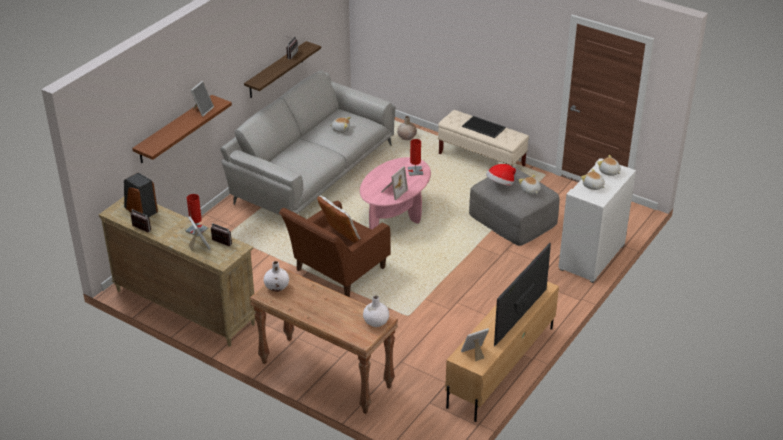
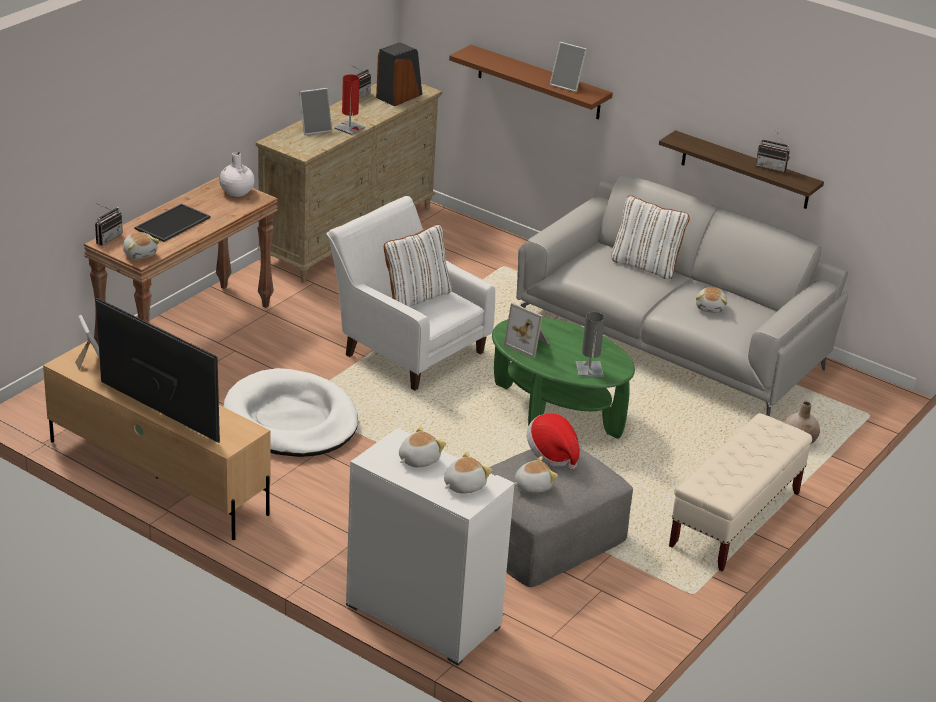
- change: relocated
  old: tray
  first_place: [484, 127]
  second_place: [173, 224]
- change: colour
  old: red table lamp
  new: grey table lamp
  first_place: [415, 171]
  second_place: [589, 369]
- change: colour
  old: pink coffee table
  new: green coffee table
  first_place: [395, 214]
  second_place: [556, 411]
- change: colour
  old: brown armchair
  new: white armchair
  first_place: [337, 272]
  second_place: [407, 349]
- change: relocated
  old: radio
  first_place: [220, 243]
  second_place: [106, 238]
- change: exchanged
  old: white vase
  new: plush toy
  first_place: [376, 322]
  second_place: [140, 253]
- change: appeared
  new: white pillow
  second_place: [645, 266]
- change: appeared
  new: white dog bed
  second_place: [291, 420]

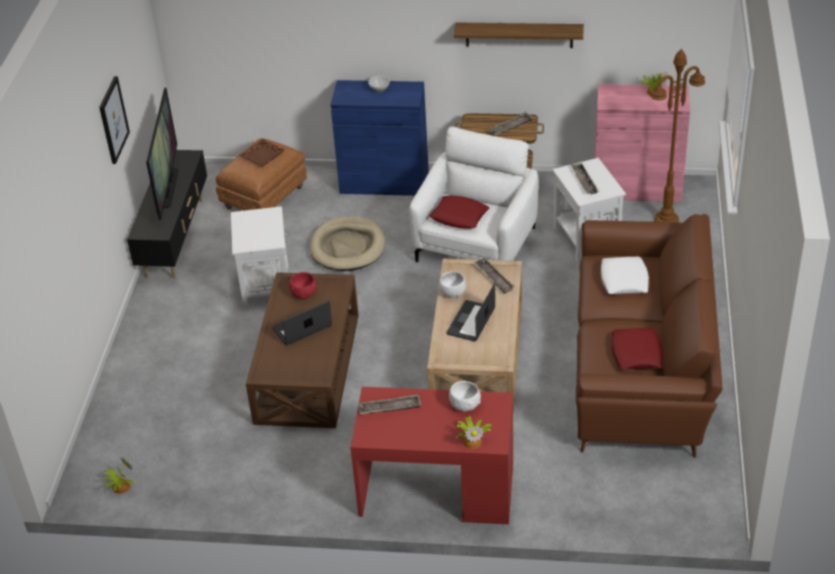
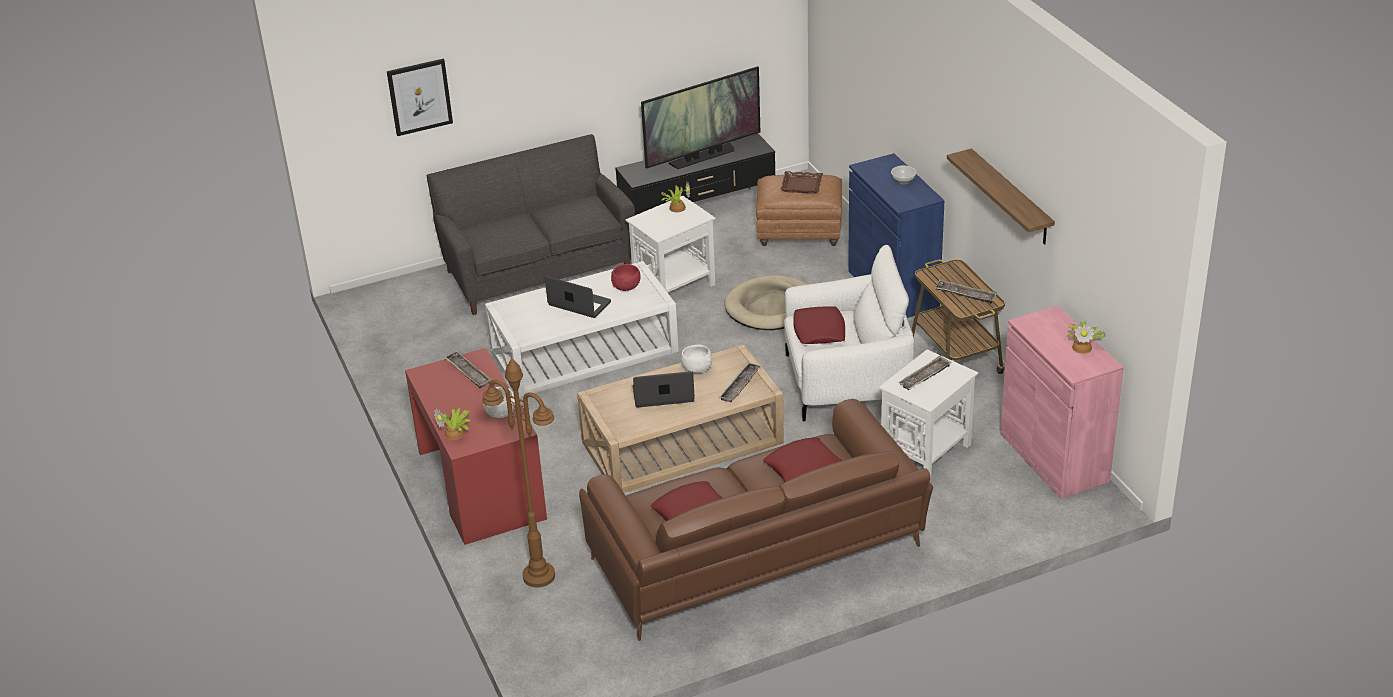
- change: relocated
  old: brown floor lamp
  first_place: [666, 221]
  second_place: [538, 576]
- change: relocated
  old: picture
  first_place: [113, 120]
  second_place: [419, 96]
- change: colour
  old: white pillow
  new: red pillow
  first_place: [624, 280]
  second_place: [802, 467]
- change: colour
  old: brown coffee table
  new: white coffee table
  first_place: [306, 368]
  second_place: [584, 351]
- change: relocated
  old: potted plant
  first_place: [120, 487]
  second_place: [676, 207]
- change: appeared
  new: grey sofa
  second_place: [537, 270]

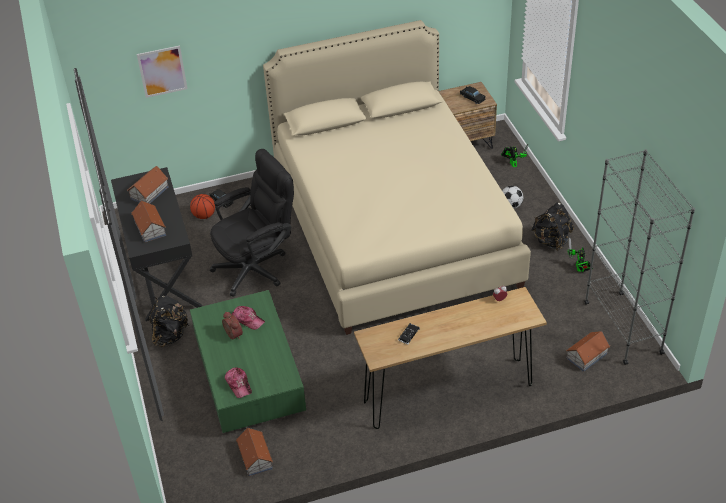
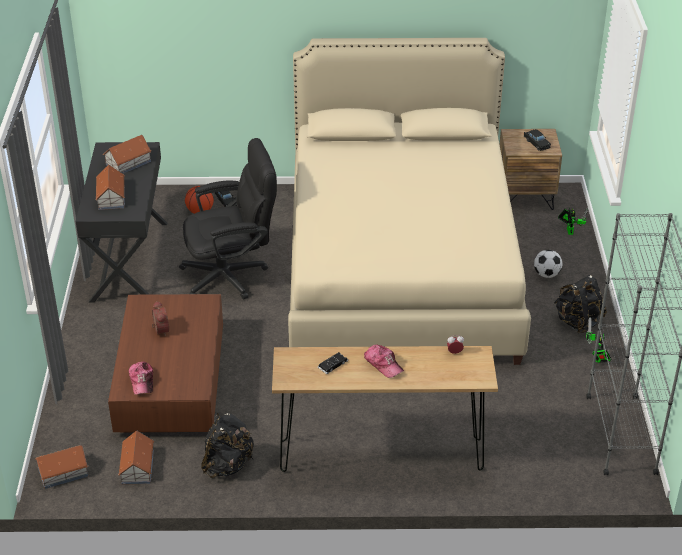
- change: missing
  old: picture
  first_place: [162, 71]
- change: colour
  old: green coffee table
  new: brown coffee table
  first_place: [249, 374]
  second_place: [171, 381]
- change: relocated
  old: black backpack
  first_place: [170, 335]
  second_place: [227, 465]
- change: relocated
  old: cap
  first_place: [248, 320]
  second_place: [383, 364]
- change: relocated
  old: toy house
  first_place: [586, 356]
  second_place: [62, 472]

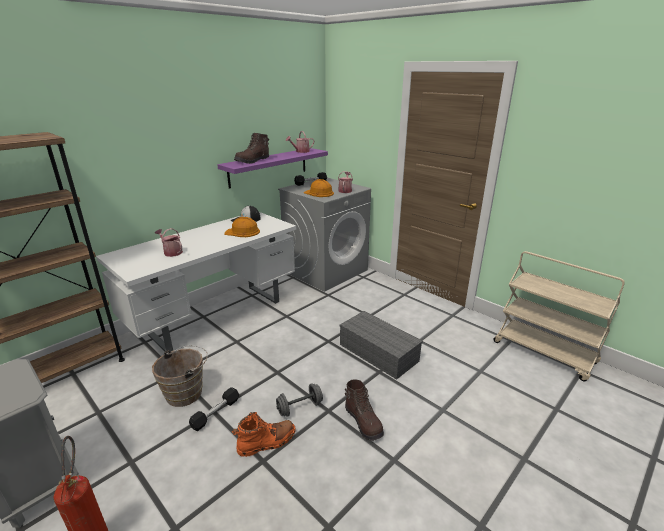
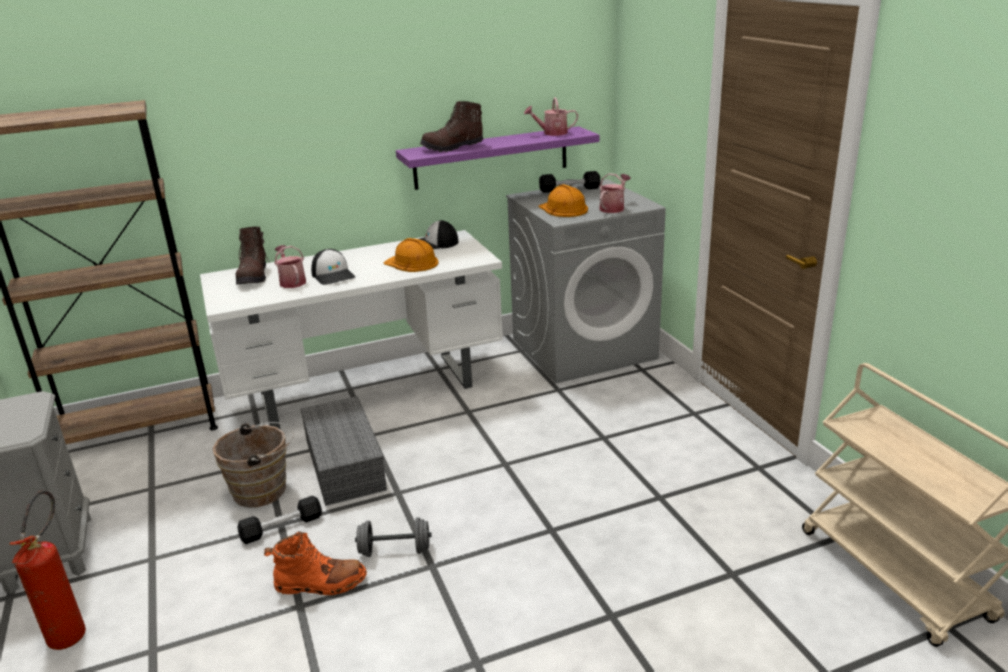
- change: relocated
  old: grey storage box
  first_place: [377, 352]
  second_place: [343, 463]
- change: relocated
  old: brown boot
  first_place: [364, 422]
  second_place: [254, 276]
- change: appeared
  new: cap
  second_place: [333, 275]

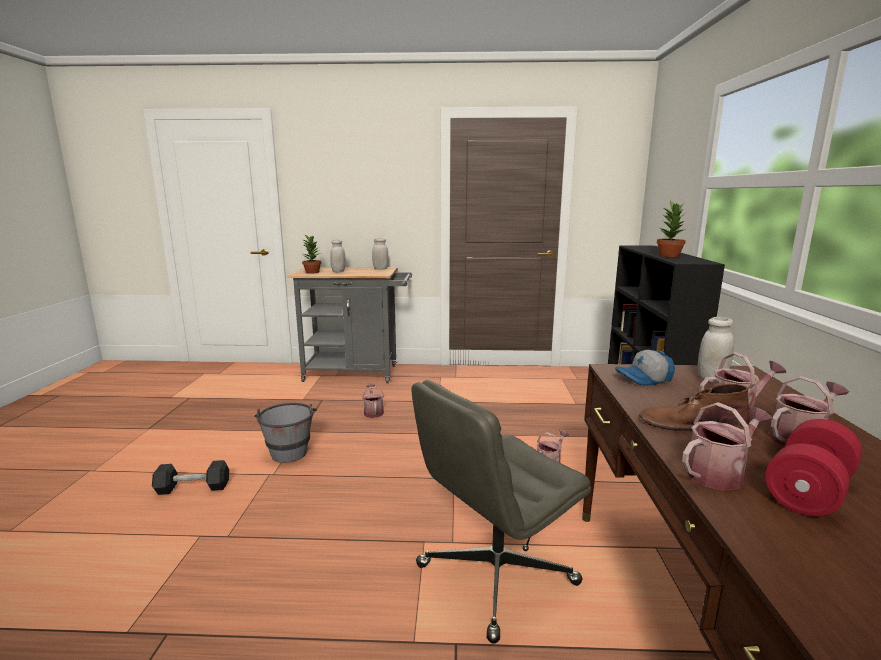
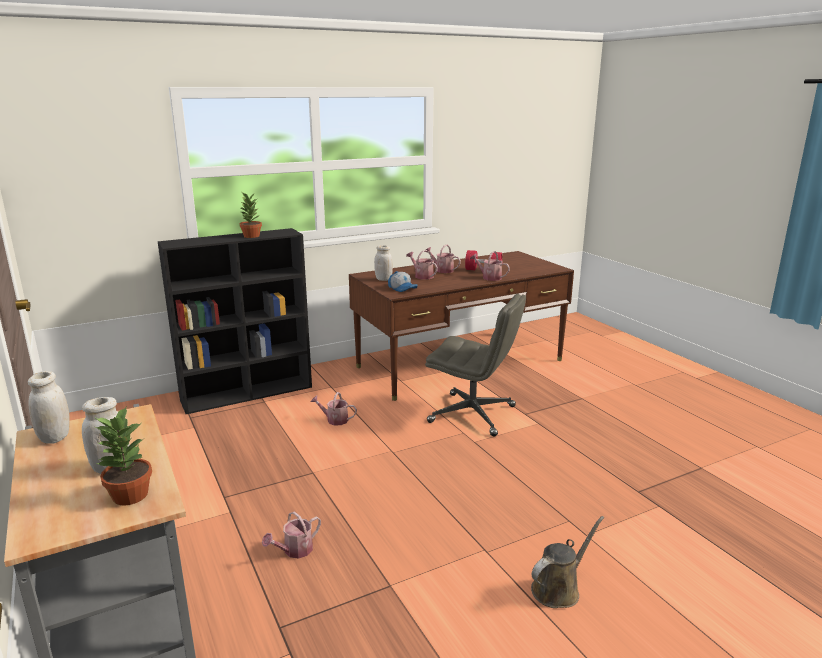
- change: missing
  old: brown boot
  first_place: [691, 425]
- change: missing
  old: grey bucket
  first_place: [289, 450]
- change: exchanged
  old: black dumbbell
  new: brown watering can
  first_place: [193, 488]
  second_place: [558, 589]

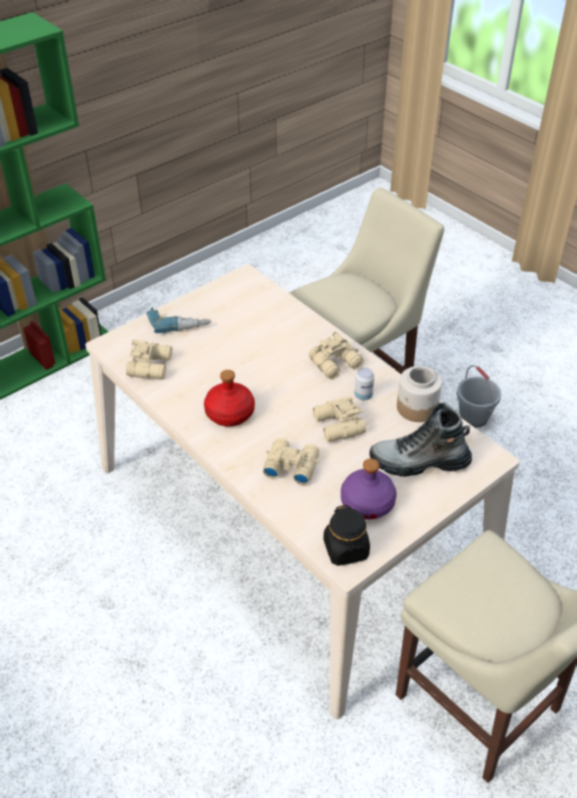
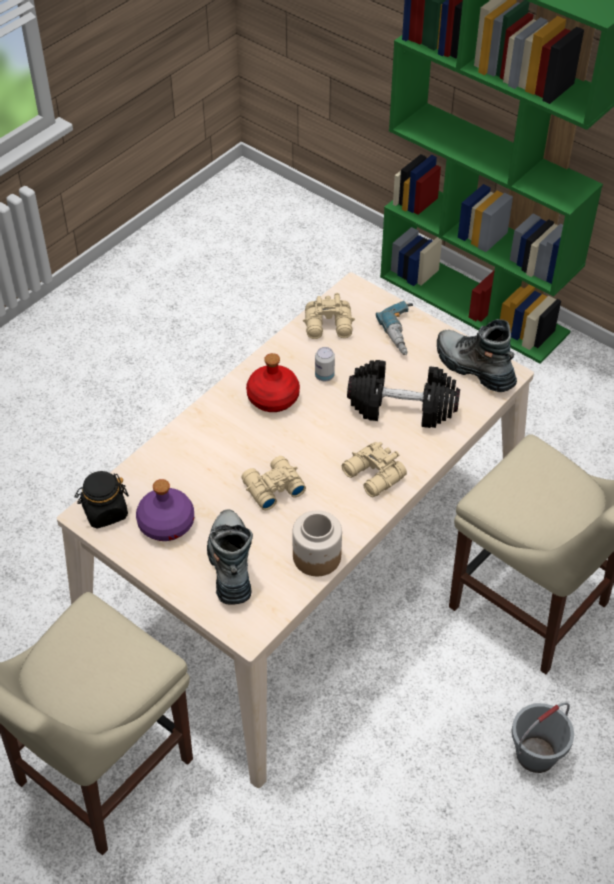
- change: relocated
  old: can
  first_place: [363, 395]
  second_place: [324, 376]
- change: missing
  old: beige binoculars
  first_place: [290, 465]
- change: appeared
  new: boot
  second_place: [474, 368]
- change: appeared
  new: black dumbbell
  second_place: [402, 407]

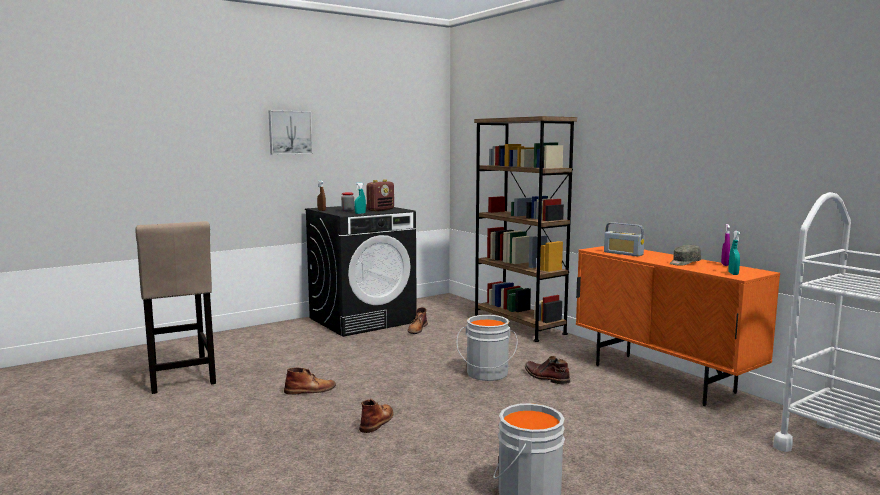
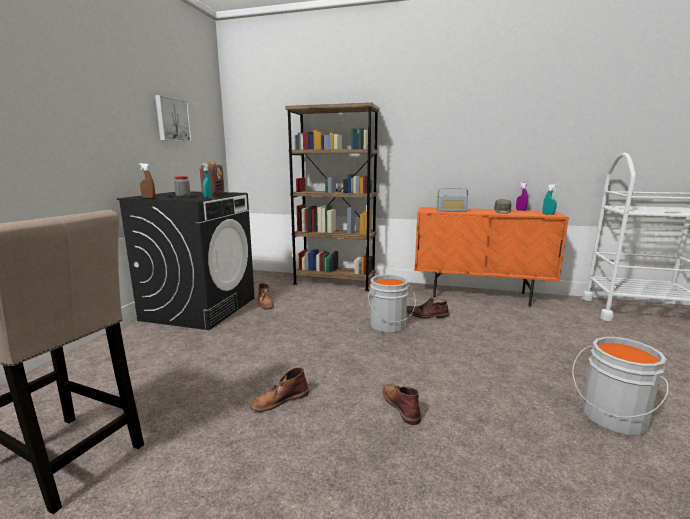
- change: relocated
  old: picture
  first_place: [290, 132]
  second_place: [172, 120]
- change: spun
  old: brown boot
  first_place: [311, 390]
  second_place: [279, 400]
  degrees: -150

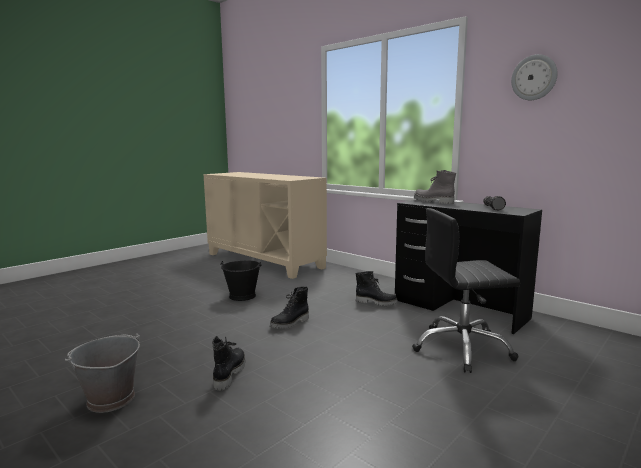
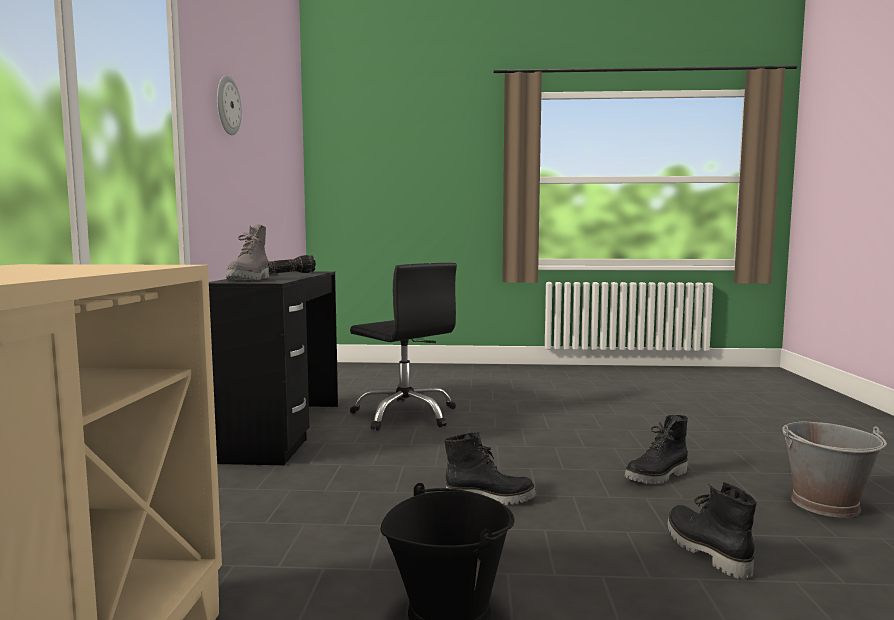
- change: relocated
  old: black boot
  first_place: [376, 302]
  second_place: [705, 551]

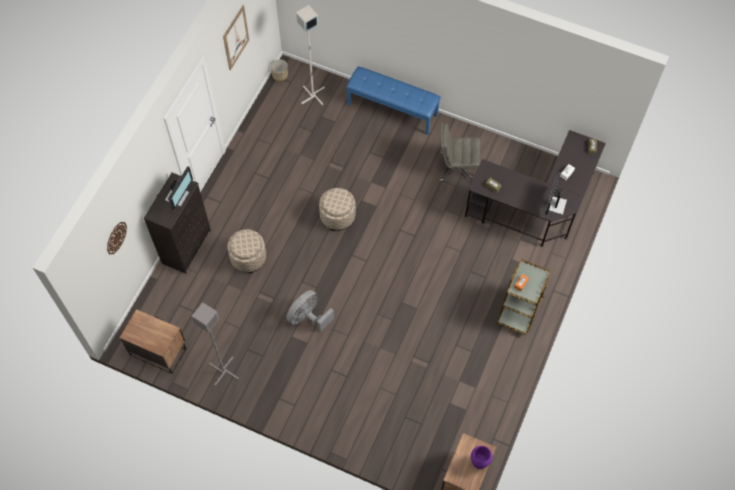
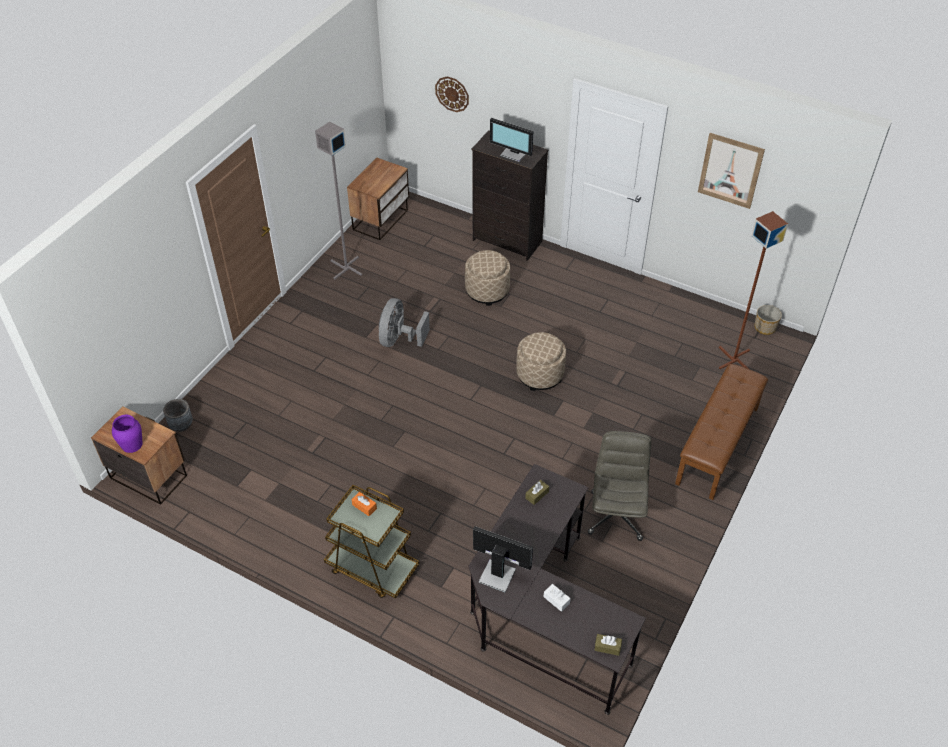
- change: colour
  old: grey floor lamp
  new: brown floor lamp
  first_place: [312, 95]
  second_place: [734, 359]
- change: colour
  old: blue bench
  new: brown bench
  first_place: [392, 109]
  second_place: [718, 445]
- change: spun
  old: grey fan
  first_place: [308, 317]
  second_place: [399, 339]
  degrees: -120
- change: appeared
  new: grey planter
  second_place: [181, 425]

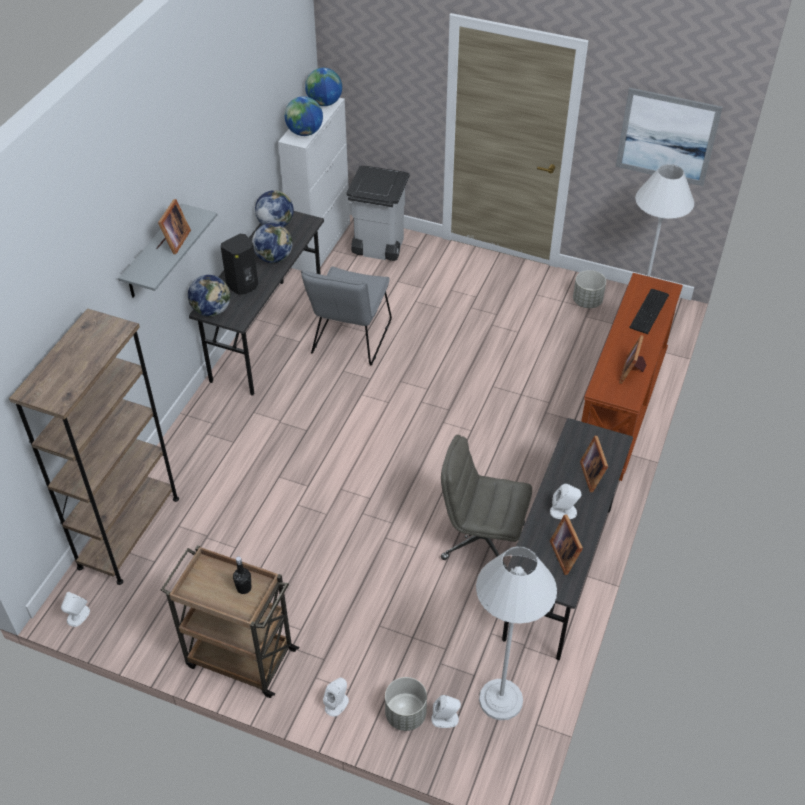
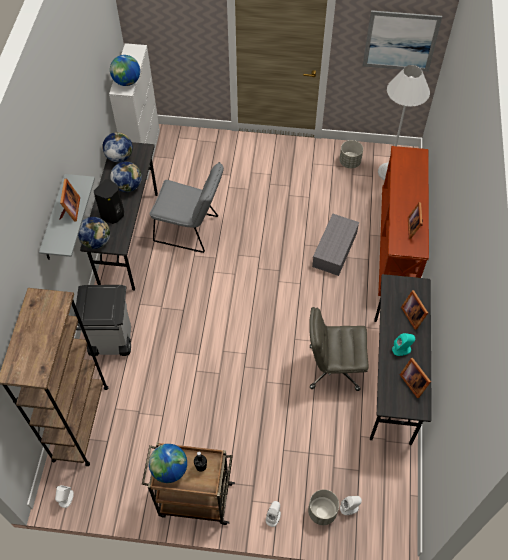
- change: relocated
  old: globe
  first_place: [324, 103]
  second_place: [169, 469]
- change: relocated
  old: grey trash can
  first_place: [378, 248]
  second_place: [110, 341]
- change: spun
  old: grey chair
  first_place: [349, 341]
  second_place: [190, 230]
  degrees: -75
- change: missing
  old: keyboard
  first_place: [650, 311]
- change: colour
  old: white speaker
  new: turquoise speaker
  first_place: [563, 511]
  second_place: [402, 349]
- change: missing
  old: white floor lamp
  first_place: [501, 700]
- change: appeared
  new: grey storage box
  second_place: [335, 250]

